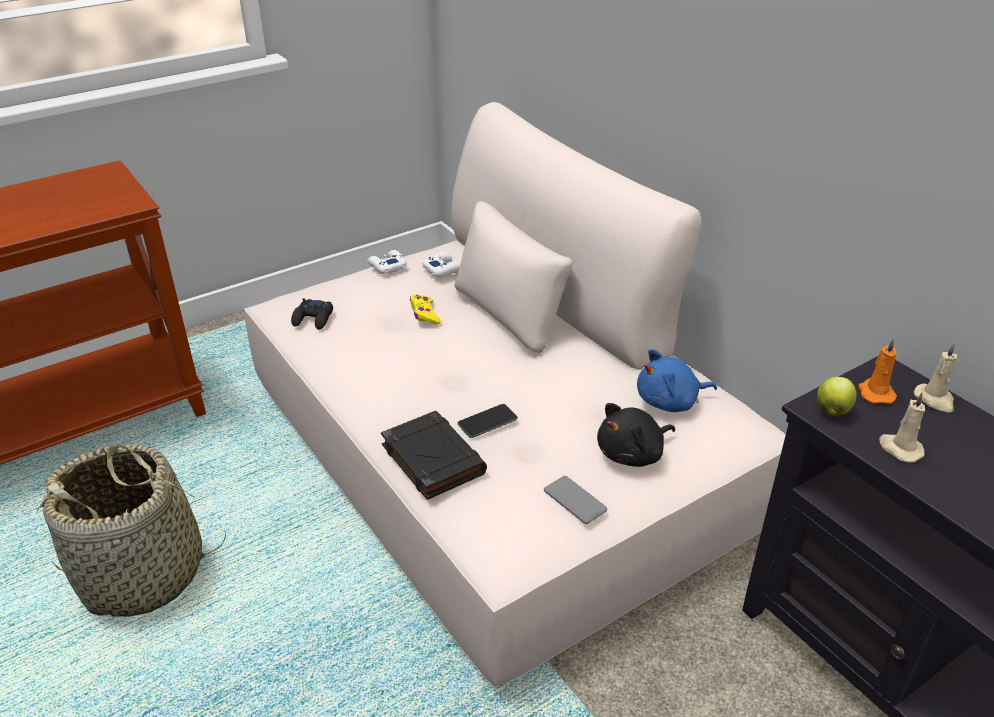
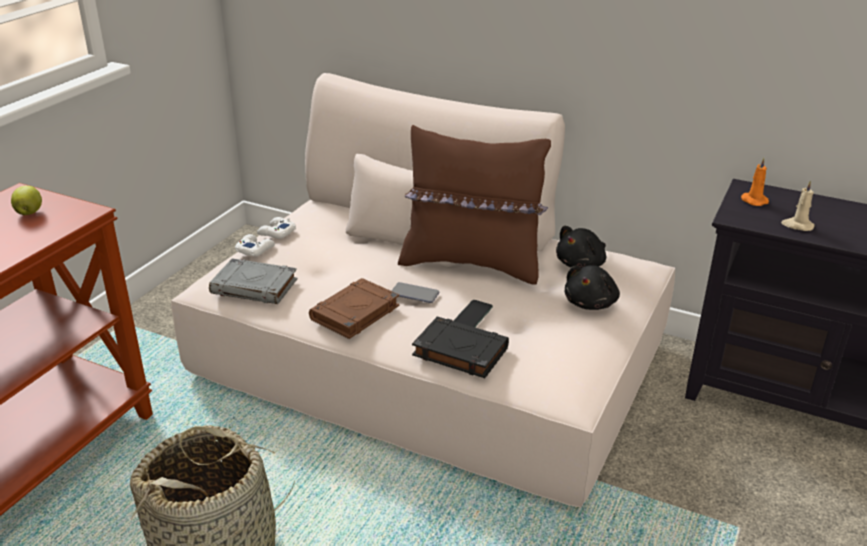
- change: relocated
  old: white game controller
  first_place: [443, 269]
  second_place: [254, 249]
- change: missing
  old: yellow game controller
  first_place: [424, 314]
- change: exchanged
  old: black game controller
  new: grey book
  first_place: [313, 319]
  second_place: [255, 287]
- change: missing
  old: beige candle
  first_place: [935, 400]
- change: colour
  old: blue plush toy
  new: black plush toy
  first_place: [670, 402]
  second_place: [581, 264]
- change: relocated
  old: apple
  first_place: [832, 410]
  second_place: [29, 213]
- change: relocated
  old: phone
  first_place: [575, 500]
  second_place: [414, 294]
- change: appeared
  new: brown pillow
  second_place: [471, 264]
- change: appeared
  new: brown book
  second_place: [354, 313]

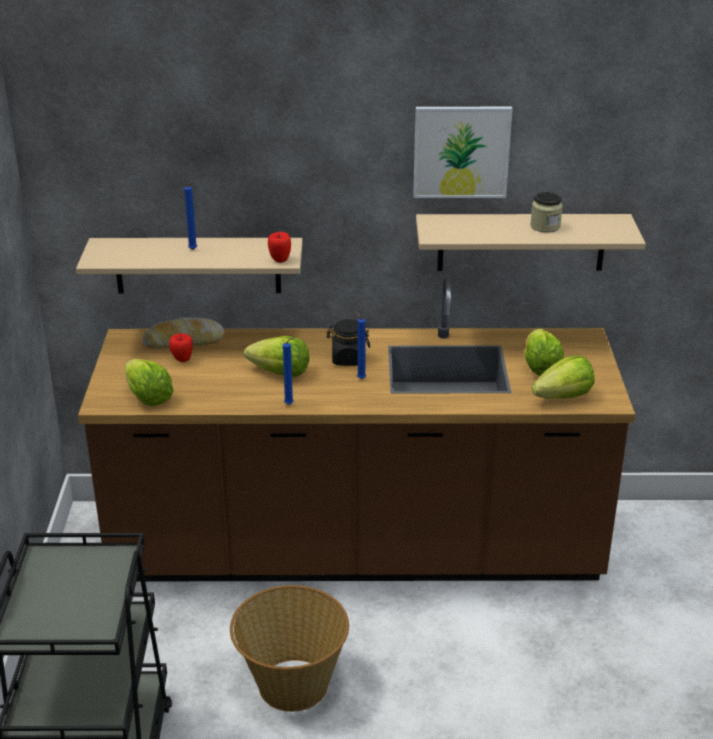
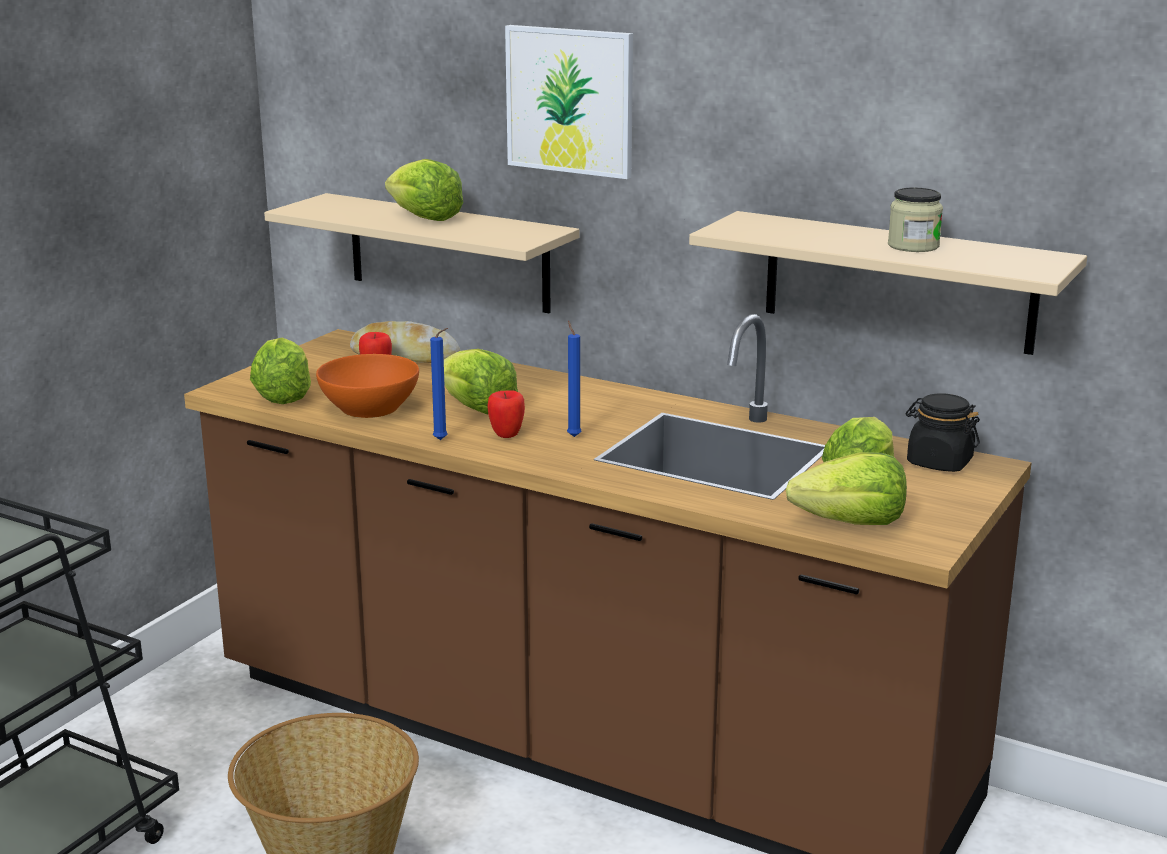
- change: relocated
  old: picture
  first_place: [461, 152]
  second_place: [570, 100]
- change: exchanged
  old: blue candle
  new: lettuce
  first_place: [194, 250]
  second_place: [424, 218]
- change: relocated
  old: apple
  first_place: [280, 260]
  second_place: [506, 434]
- change: relocated
  old: black jar
  first_place: [348, 359]
  second_place: [939, 462]
- change: appeared
  new: orange bowl
  second_place: [370, 408]

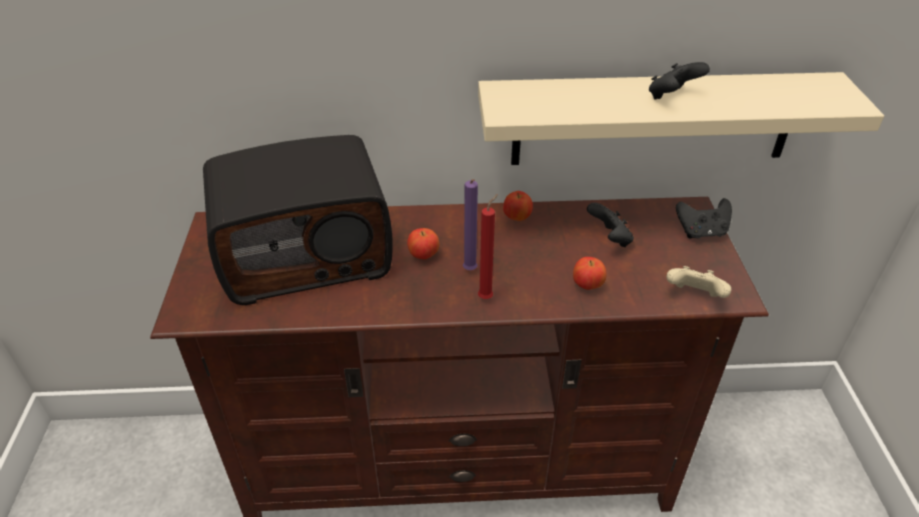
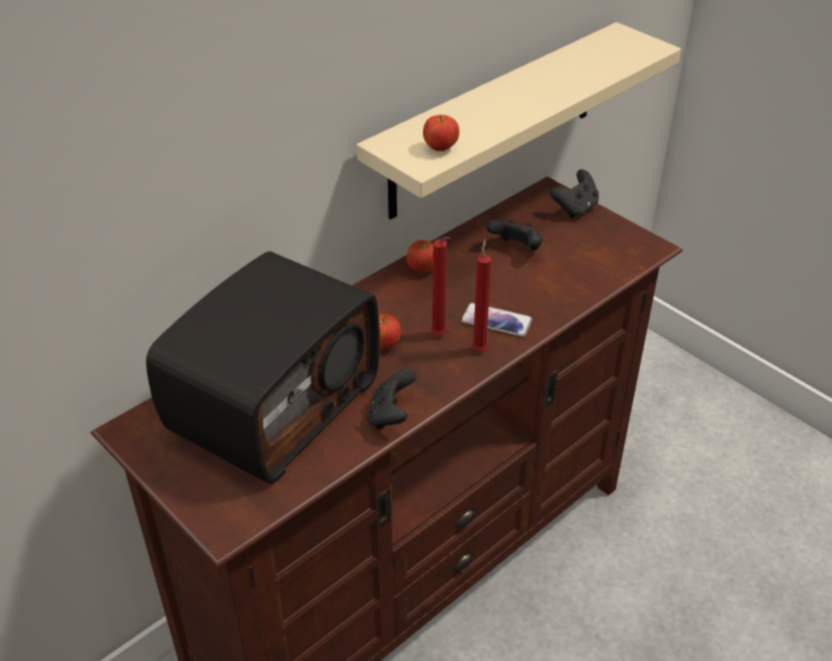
- change: relocated
  old: black game controller
  first_place: [672, 97]
  second_place: [391, 416]
- change: colour
  old: purple candle
  new: red candle
  first_place: [470, 271]
  second_place: [440, 336]
- change: relocated
  old: apple
  first_place: [587, 285]
  second_place: [441, 148]
- change: missing
  old: beige game controller
  first_place: [694, 296]
- change: appeared
  new: phone
  second_place: [496, 321]

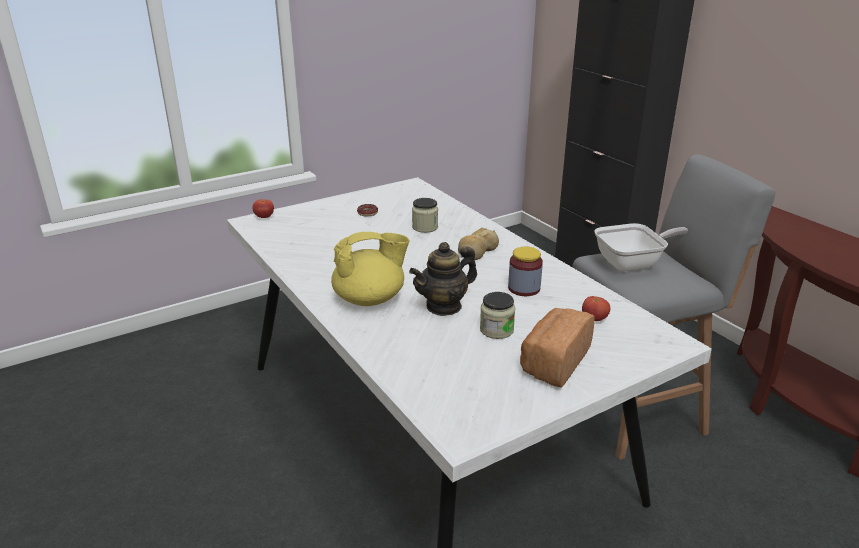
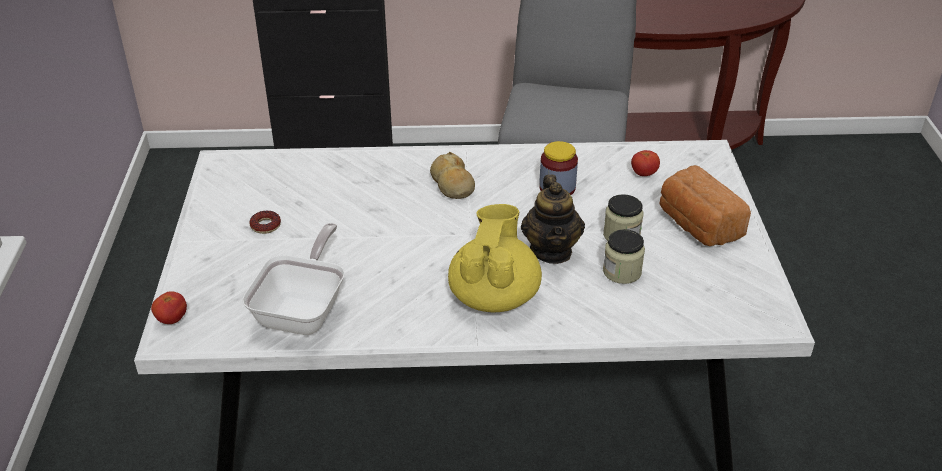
- change: relocated
  old: jar
  first_place: [425, 227]
  second_place: [622, 272]
- change: relocated
  old: frying pan
  first_place: [634, 263]
  second_place: [304, 310]

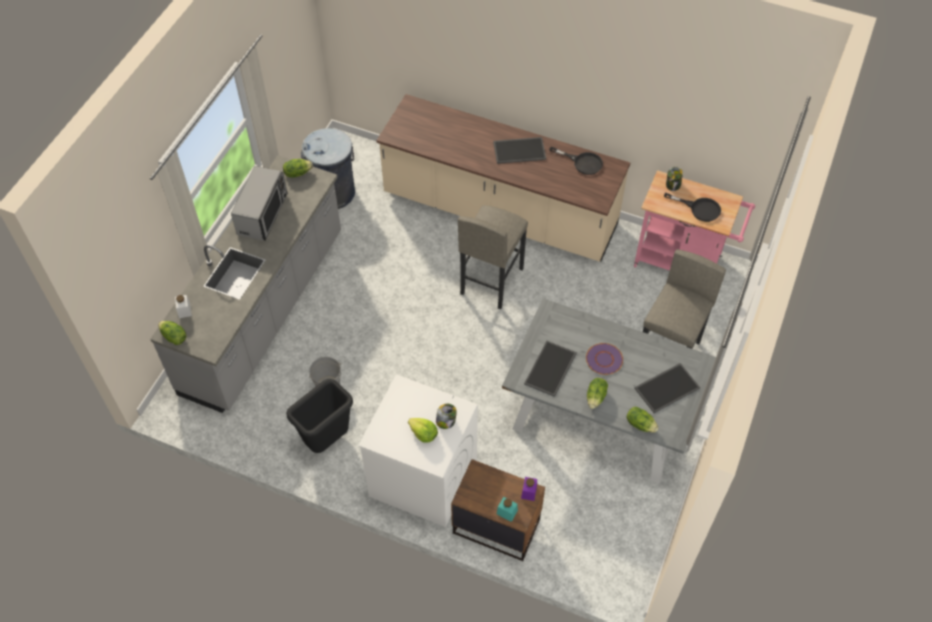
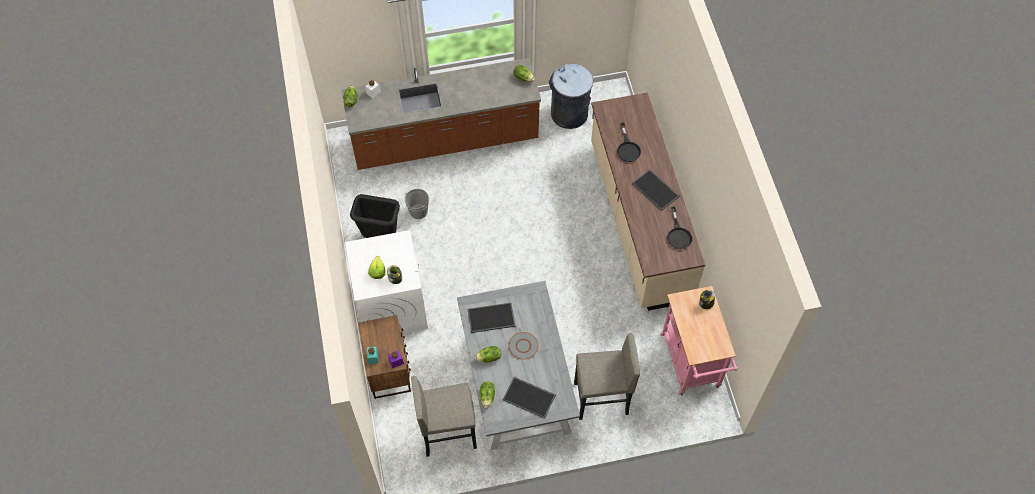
- change: colour
  old: grey counter
  new: brown counter
  first_place: [265, 312]
  second_place: [445, 141]
- change: missing
  old: microwave
  first_place: [263, 214]
- change: relocated
  old: black frying pan
  first_place: [699, 208]
  second_place: [627, 148]
- change: relocated
  old: grey stool
  first_place: [491, 281]
  second_place: [448, 433]
- change: colour
  old: purple plate
  new: grey plate
  first_place: [604, 359]
  second_place: [523, 346]

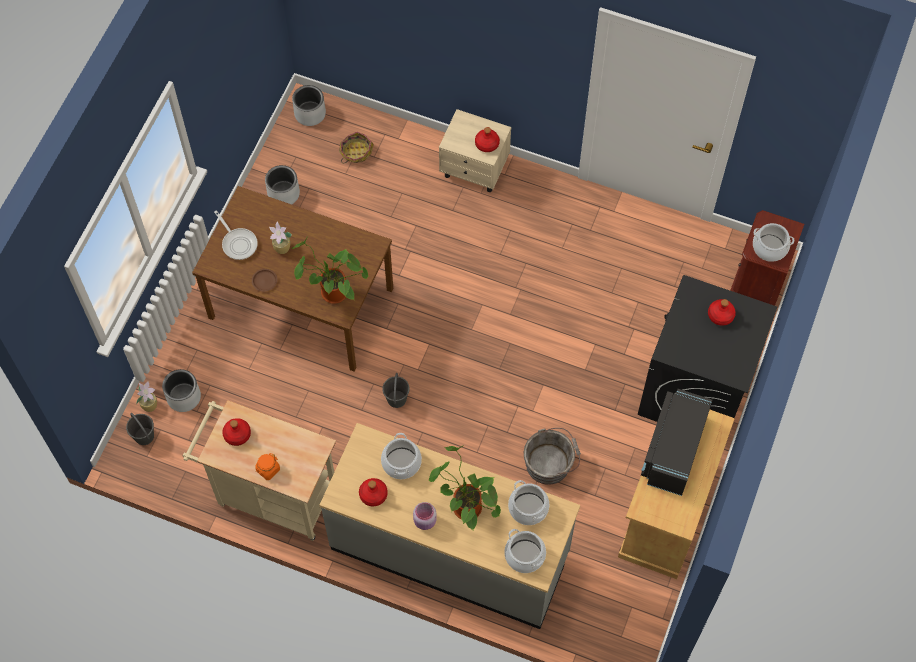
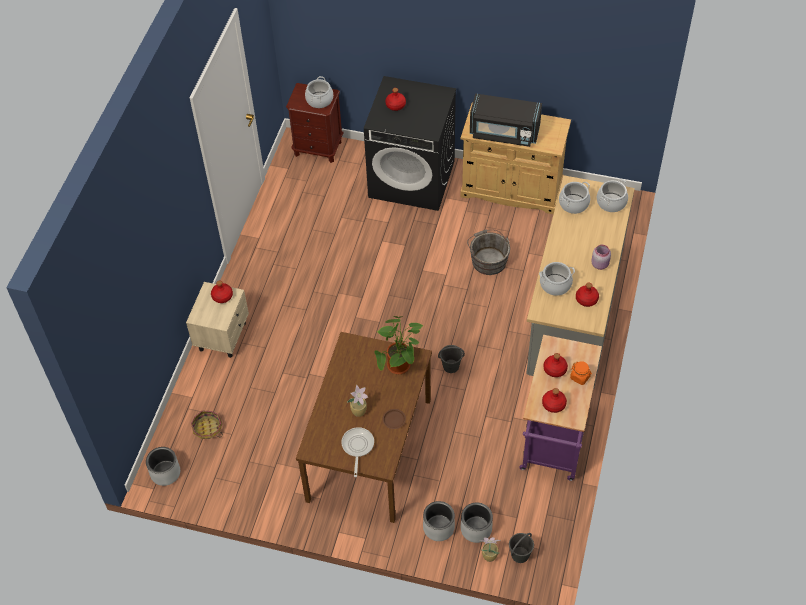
- change: relocated
  old: grey planter
  first_place: [283, 193]
  second_place: [438, 527]
- change: spun
  old: frying pan
  first_place: [238, 243]
  second_place: [357, 447]
  degrees: -45
- change: colour
  old: beige cart
  new: purple cart
  first_place: [271, 494]
  second_place: [554, 444]
- change: missing
  old: potted plant
  first_place: [464, 507]
- change: appeared
  new: red bottle
  second_place: [555, 369]

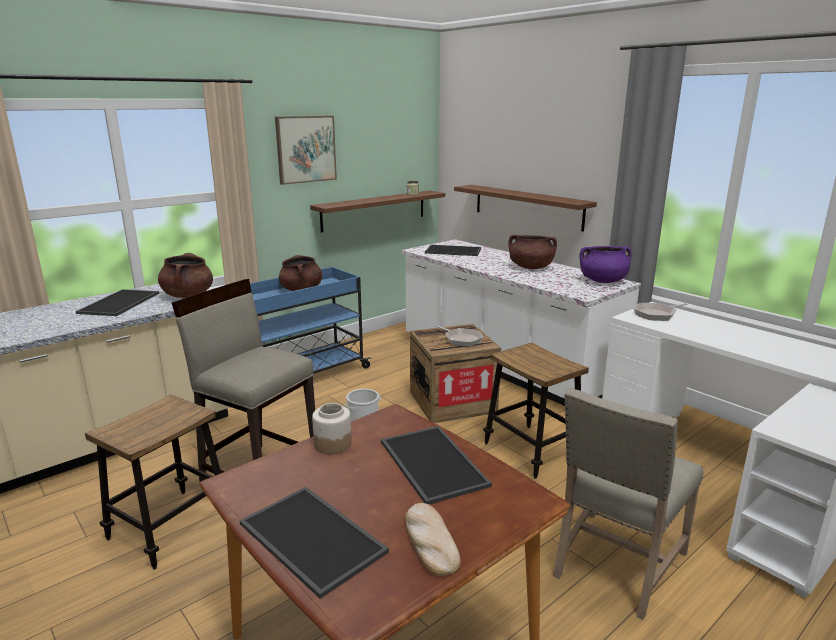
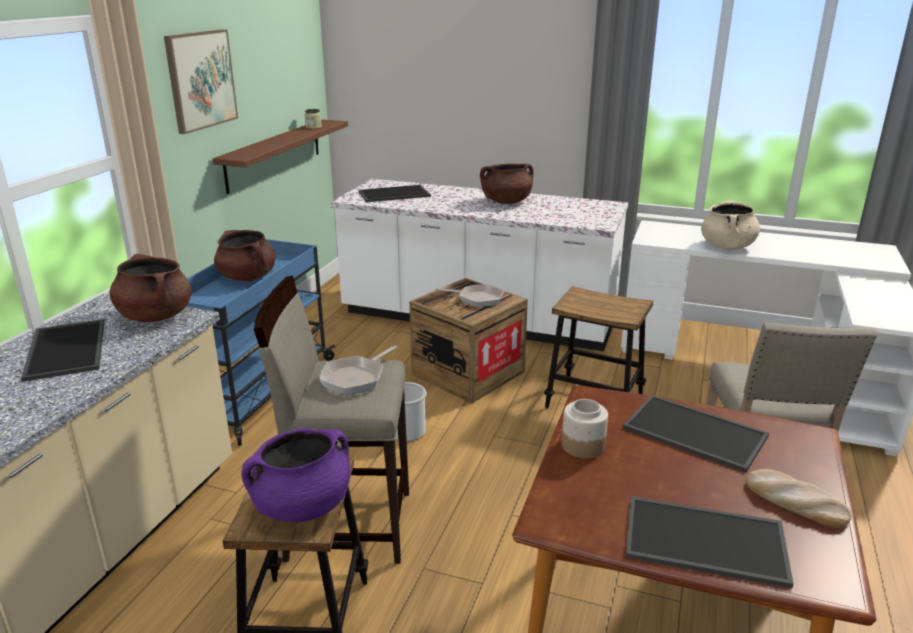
- change: missing
  old: brown shelf
  first_place: [527, 206]
- change: relocated
  old: purple cooking pot
  first_place: [603, 281]
  second_place: [302, 506]
- change: relocated
  old: frying pan
  first_place: [656, 314]
  second_place: [356, 378]
- change: appeared
  new: beige cooking pot
  second_place: [727, 247]

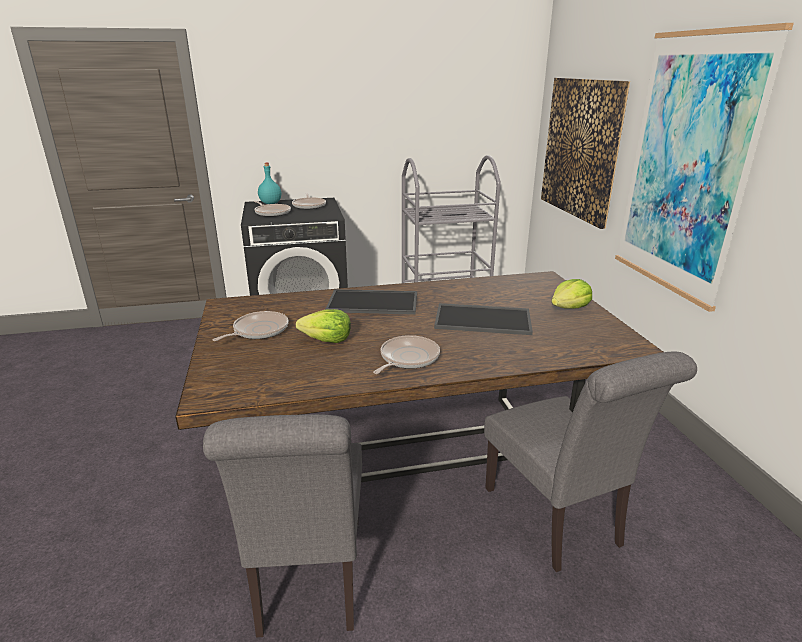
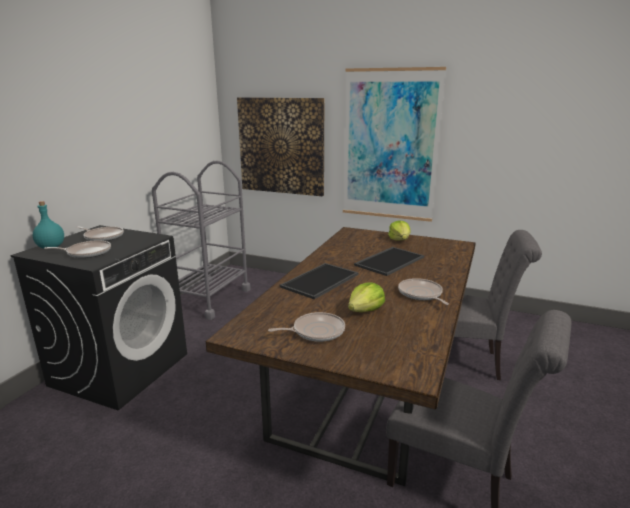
- change: spun
  old: frying pan
  first_place: [258, 330]
  second_place: [316, 331]
  degrees: 90

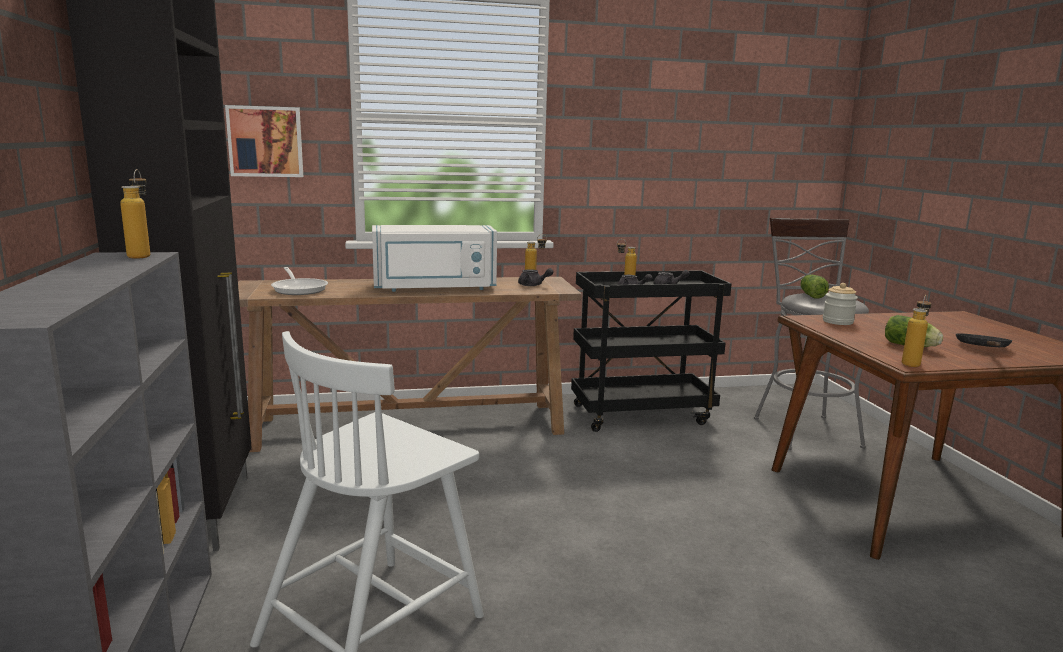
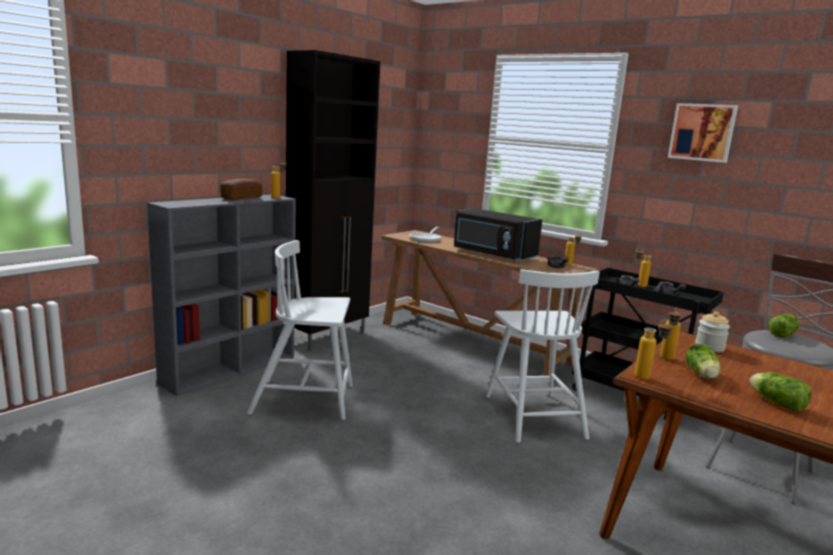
- change: relocated
  old: picture
  first_place: [266, 141]
  second_place: [702, 132]
- change: colour
  old: white microwave
  new: black microwave
  first_place: [434, 288]
  second_place: [492, 254]
- change: exchanged
  old: black frying pan
  new: lettuce
  first_place: [983, 348]
  second_place: [775, 402]
- change: appeared
  new: bread
  second_place: [241, 198]
- change: appeared
  new: white chair
  second_place: [533, 415]
- change: appeared
  new: bottle
  second_place: [666, 359]

